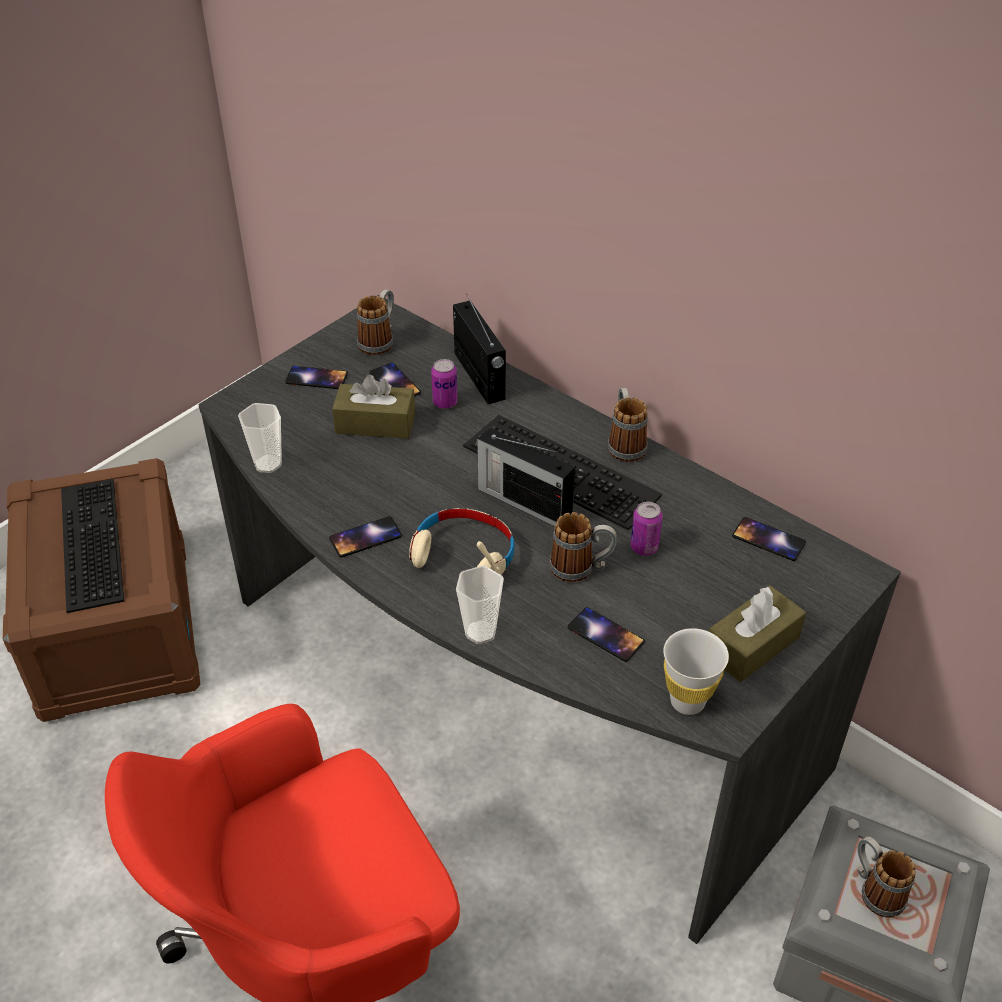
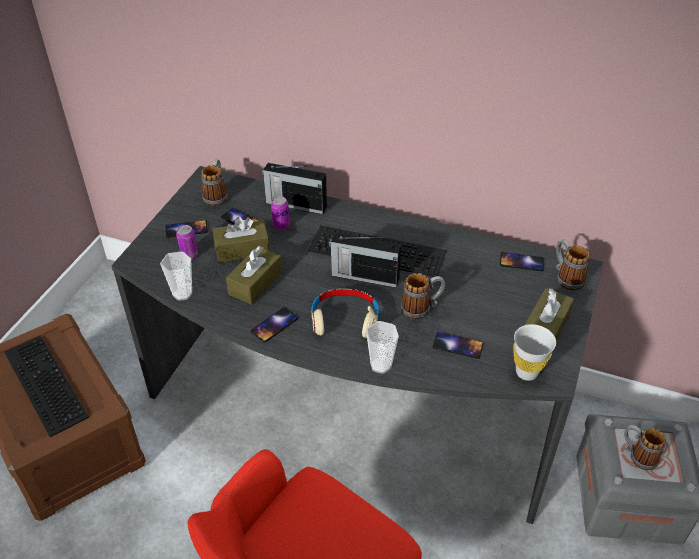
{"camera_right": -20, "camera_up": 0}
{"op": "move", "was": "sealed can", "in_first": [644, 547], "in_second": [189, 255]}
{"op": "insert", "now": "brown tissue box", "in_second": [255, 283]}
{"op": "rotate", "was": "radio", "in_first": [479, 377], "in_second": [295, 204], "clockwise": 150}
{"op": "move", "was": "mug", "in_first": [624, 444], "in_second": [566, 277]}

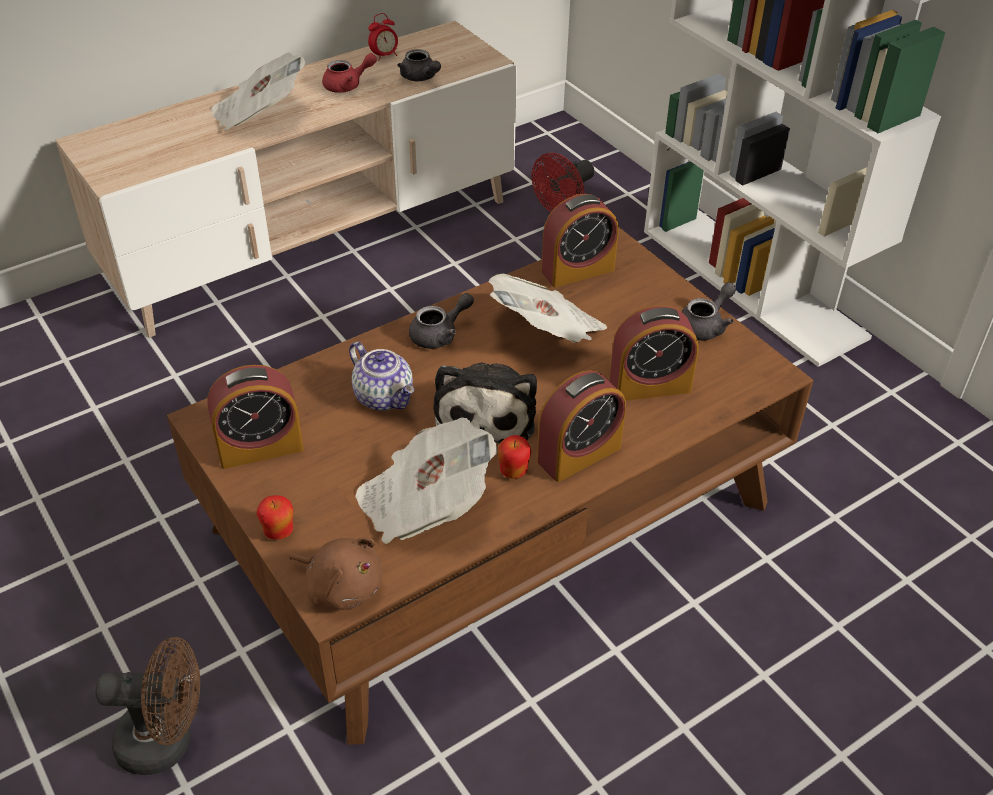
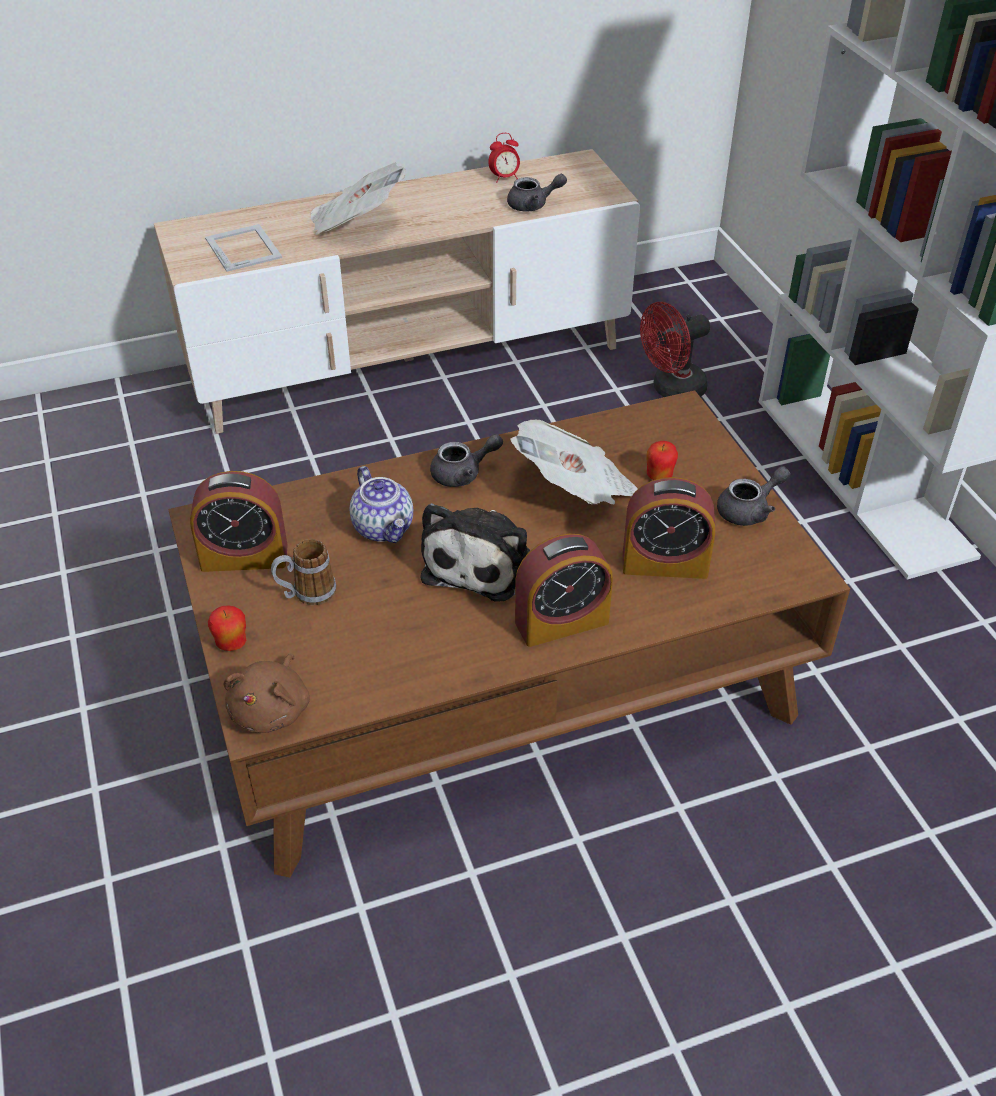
{"camera_right": 15, "camera_up": 0}
{"op": "insert", "now": "photo frame", "in_second": [243, 247]}
{"op": "rotate", "was": "brown plush toy", "in_first": [341, 586], "in_second": [272, 709], "clockwise": 60}
{"op": "insert", "now": "mug", "in_second": [306, 594]}
{"op": "rotate", "was": "grey tea pot", "in_first": [420, 78], "in_second": [533, 205], "clockwise": -75}
{"op": "move", "was": "apple fruit", "in_first": [513, 472], "in_second": [659, 477]}
{"op": "delete", "was": "brown fan", "in_first": [167, 741]}
{"op": "delete", "was": "reddish tea pot", "in_first": [348, 85]}
{"op": "delete", "was": "daily paper", "in_first": [424, 504]}
{"op": "delete", "was": "bedside clock", "in_first": [578, 270]}

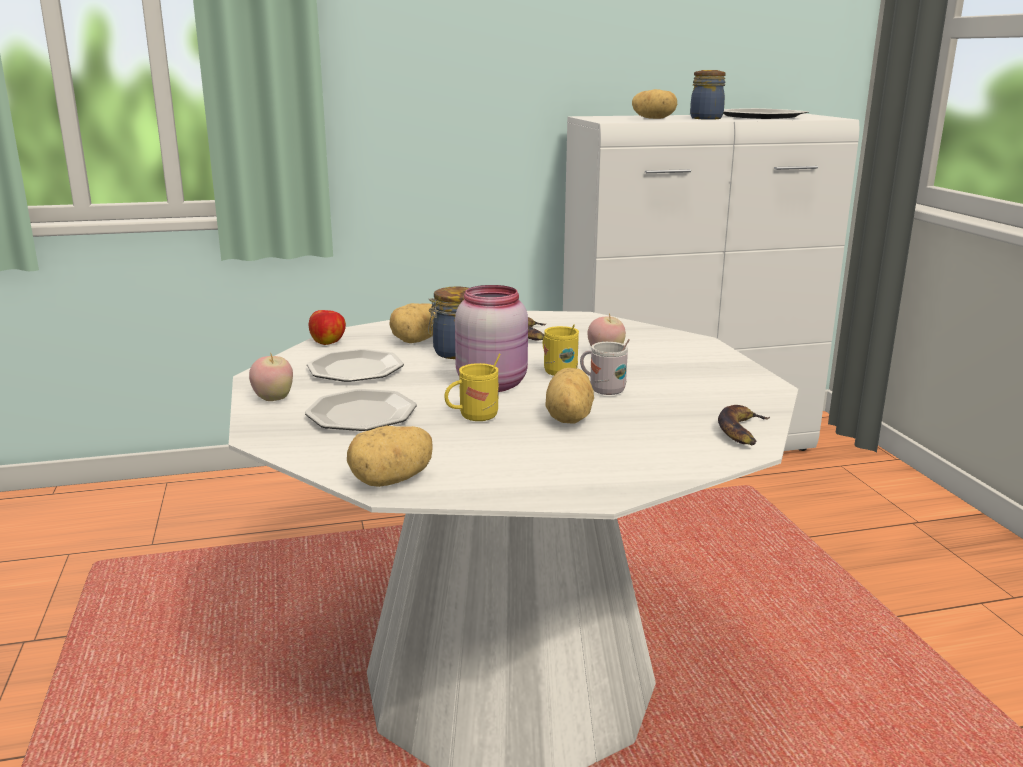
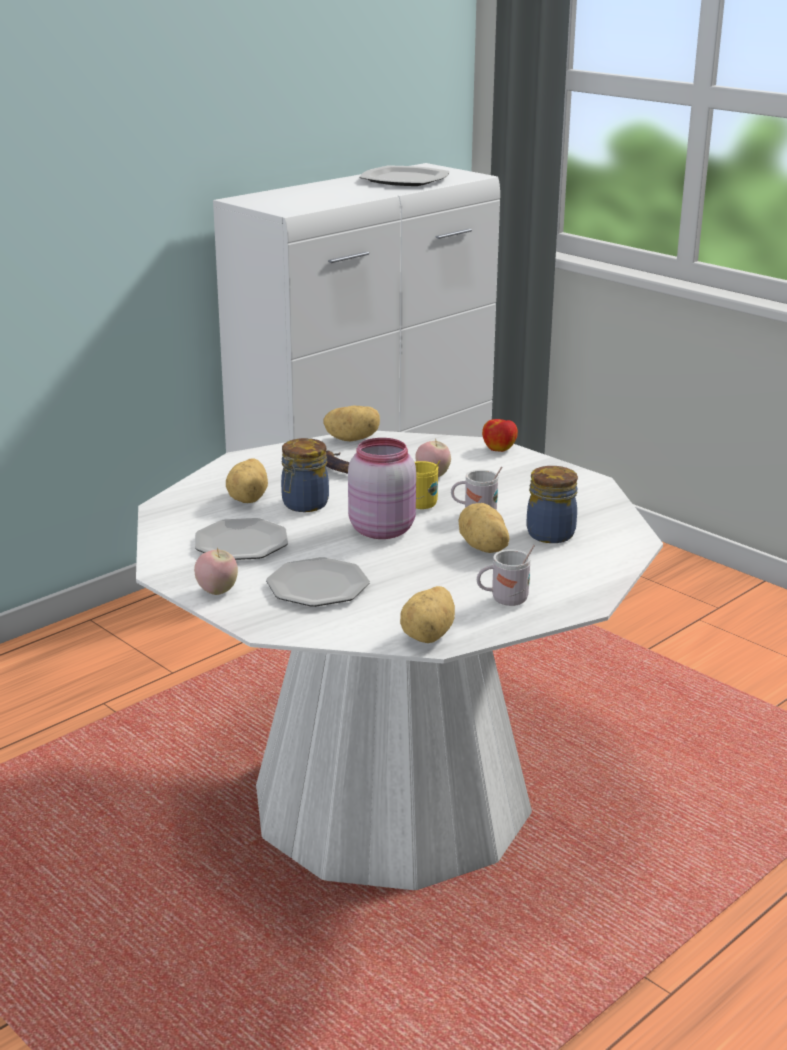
{"camera_right": -30, "camera_up": 5}
{"op": "move", "was": "spud", "in_first": [654, 118], "in_second": [352, 439]}
{"op": "insert", "now": "white-coloured mug", "in_second": [504, 600]}
{"op": "move", "was": "apple fruit", "in_first": [328, 343], "in_second": [499, 449]}
{"op": "move", "was": "jar", "in_first": [706, 118], "in_second": [549, 533]}
{"op": "delete", "was": "yellow mug", "in_first": [473, 418]}
{"op": "delete", "was": "whole banana", "in_first": [742, 431]}

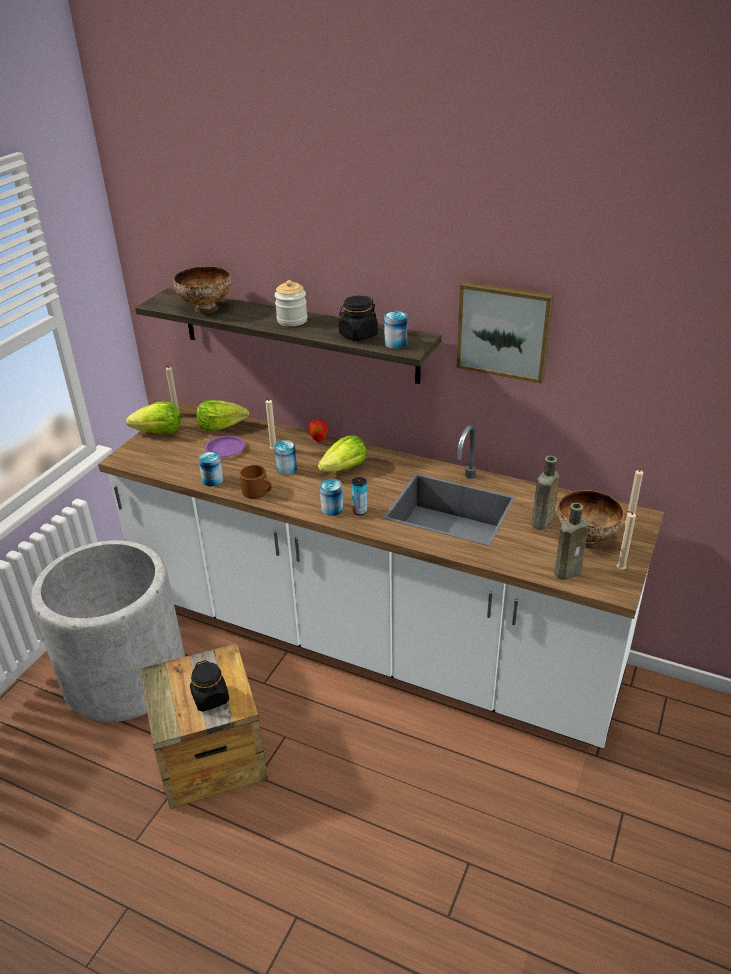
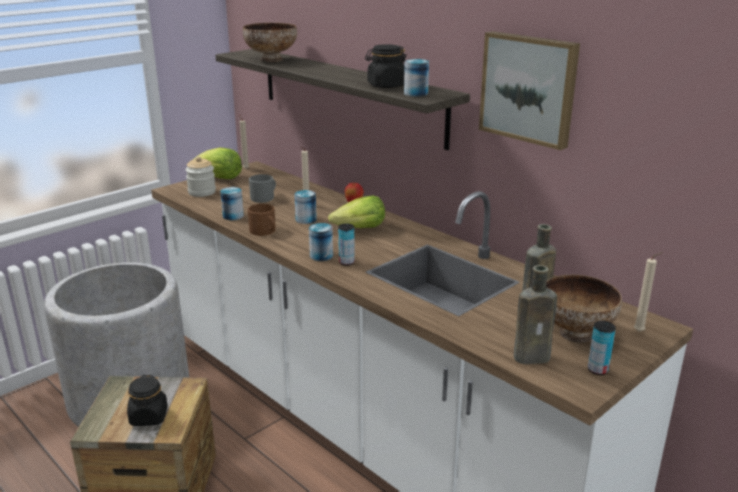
{"camera_right": 20, "camera_up": -10}
{"op": "move", "was": "jar", "in_first": [292, 320], "in_second": [202, 192]}
{"op": "replace", "was": "purple-coloured plate", "now": "grey mug", "in_first": [225, 449], "in_second": [264, 197]}
{"op": "replace", "was": "beige-coloured candle", "now": "sealed can", "in_first": [619, 570], "in_second": [597, 370]}
{"op": "delete", "was": "lettuce head", "in_first": [222, 426]}

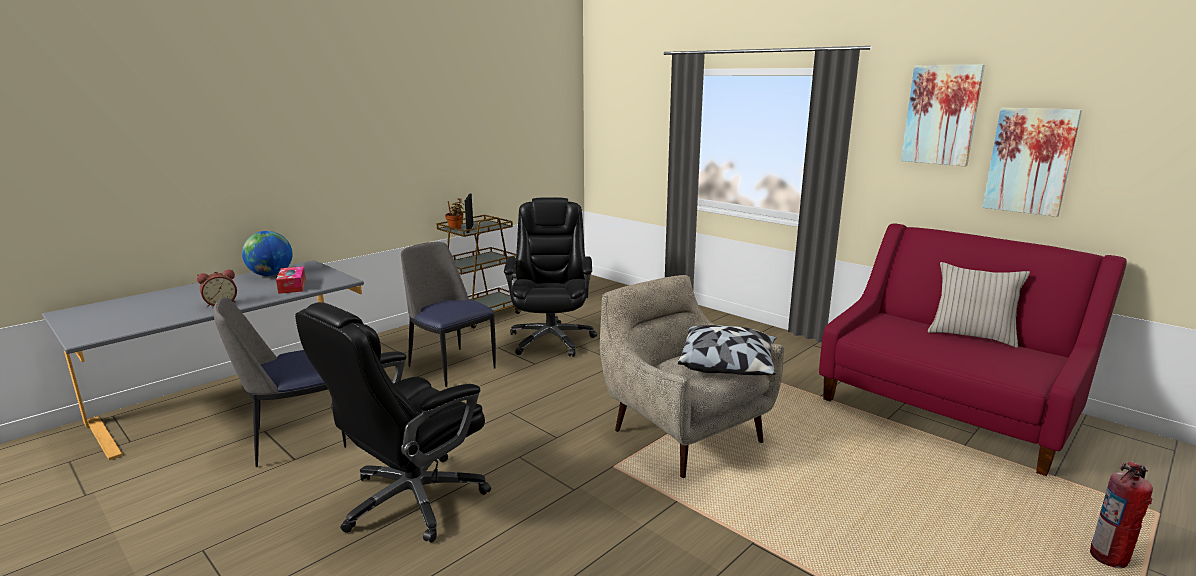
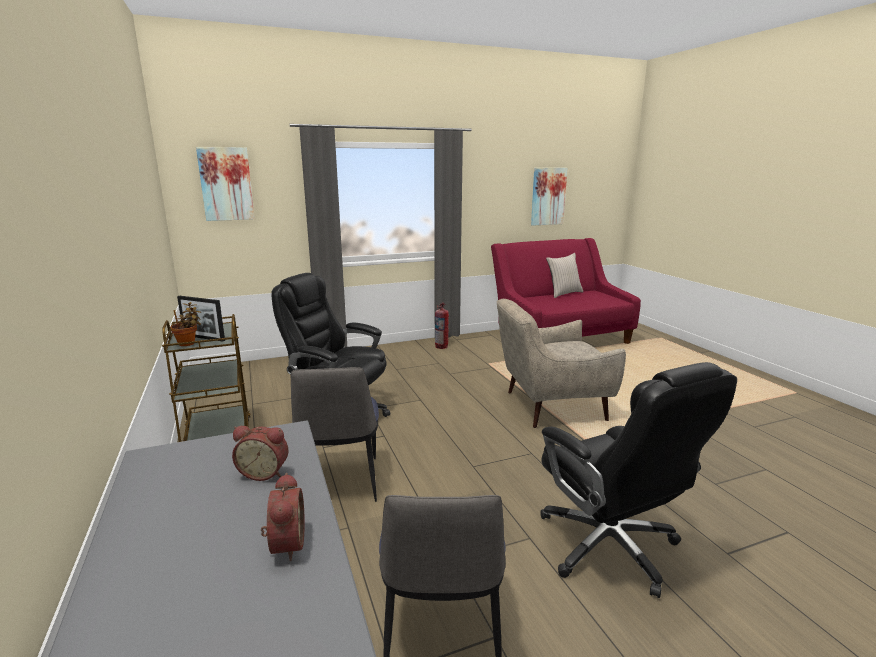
{"camera_right": -65, "camera_up": 0}
{"op": "move", "was": "wall art", "in_first": [941, 115], "in_second": [226, 184]}
{"op": "replace", "was": "tissue box", "now": "bedside clock", "in_first": [292, 286], "in_second": [264, 472]}
{"op": "rotate", "was": "chair", "in_first": [451, 366], "in_second": [340, 483], "clockwise": -75}
{"op": "move", "was": "extinguisher", "in_first": [1109, 558], "in_second": [441, 346]}
{"op": "delete", "was": "desk globe", "in_first": [271, 275]}
{"op": "delete", "was": "cushion", "in_first": [728, 366]}

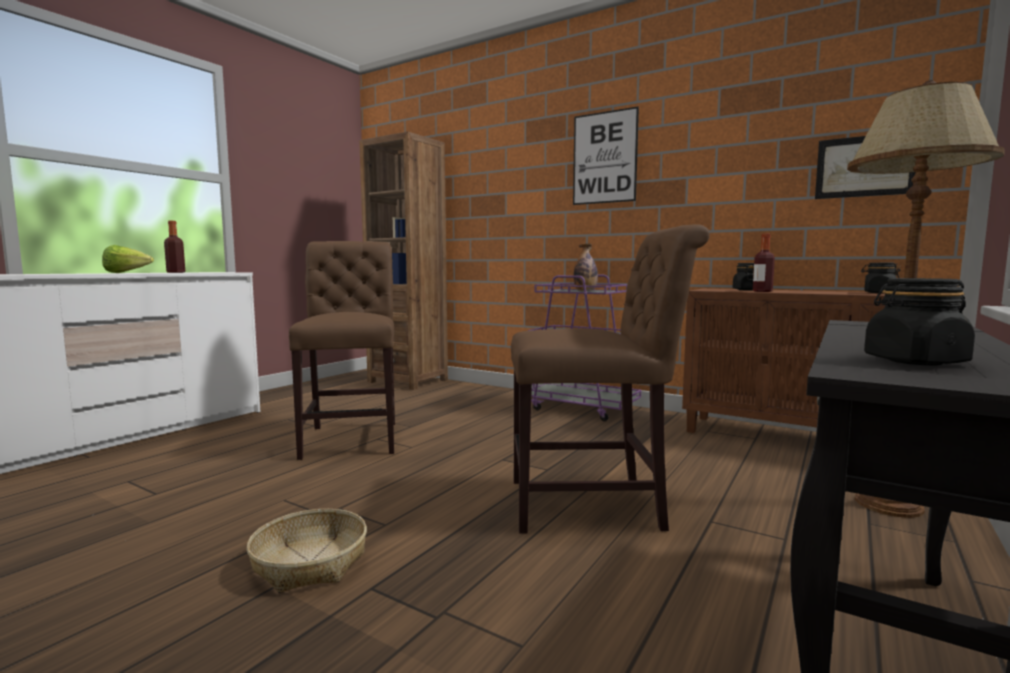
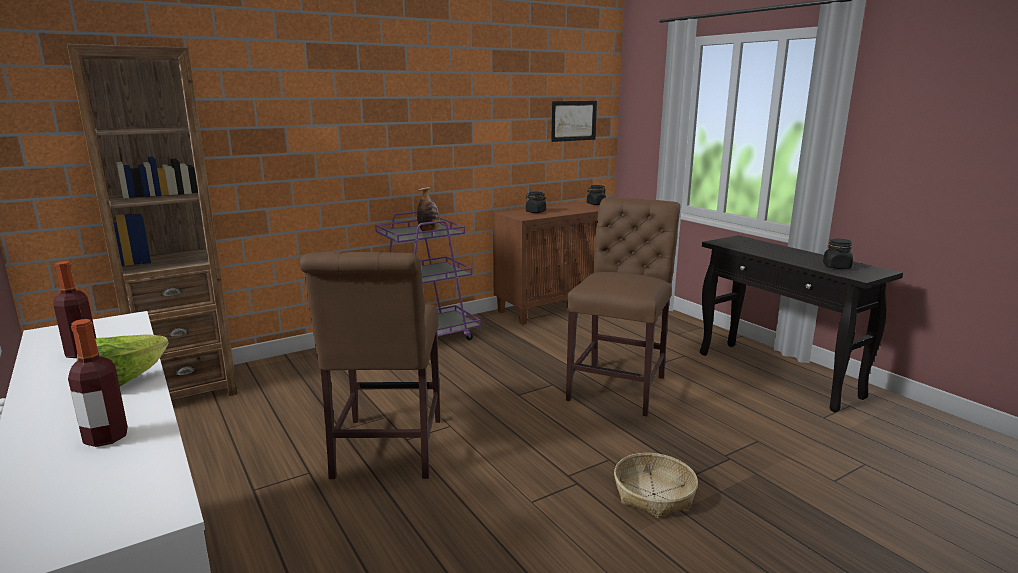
{"camera_right": -65, "camera_up": 10}
{"op": "move", "was": "drink bottle", "in_first": [762, 291], "in_second": [106, 438]}
{"op": "rotate", "was": "brown chair", "in_first": [353, 437], "in_second": [386, 452], "clockwise": -105}
{"op": "delete", "was": "wall art", "in_first": [604, 158]}
{"op": "delete", "was": "brown floor lamp", "in_first": [888, 504]}

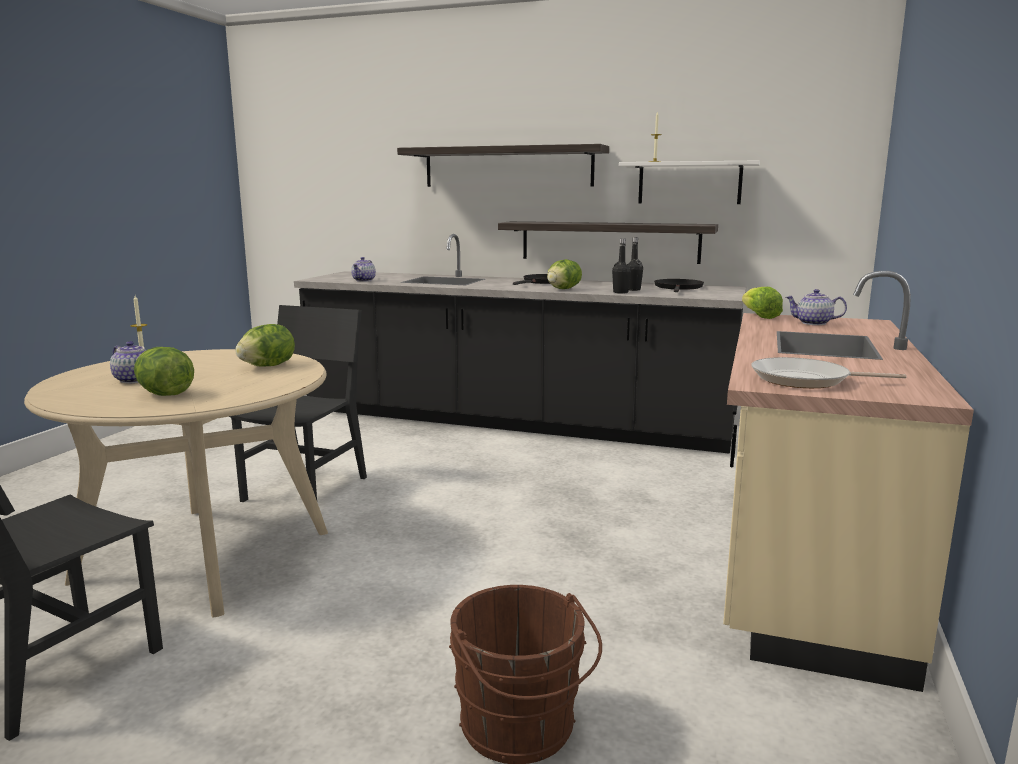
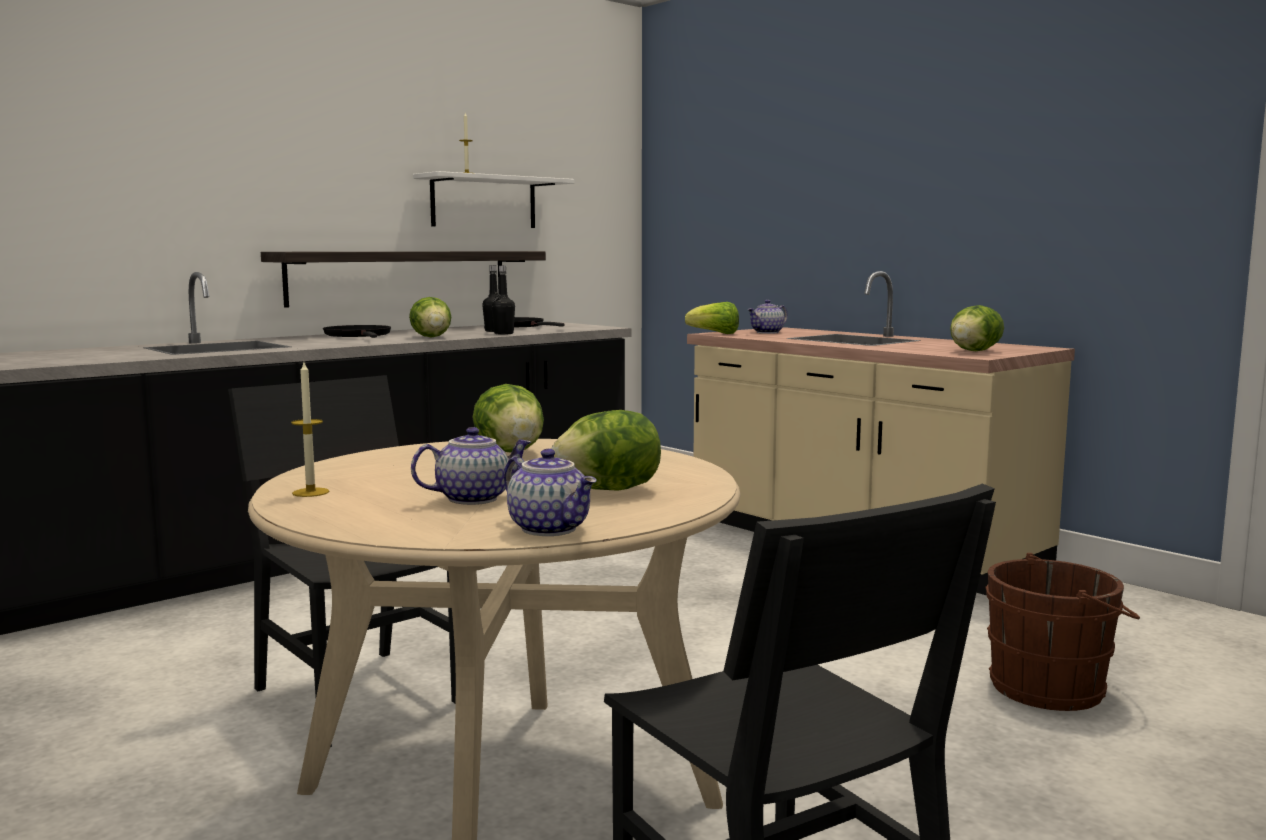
{"camera_right": -60, "camera_up": -5}
{"op": "move", "was": "tea pot", "in_first": [364, 280], "in_second": [551, 528]}
{"op": "replace", "was": "frying pan", "now": "lettuce head", "in_first": [806, 380], "in_second": [974, 351]}
{"op": "delete", "was": "shelf", "in_first": [507, 167]}

